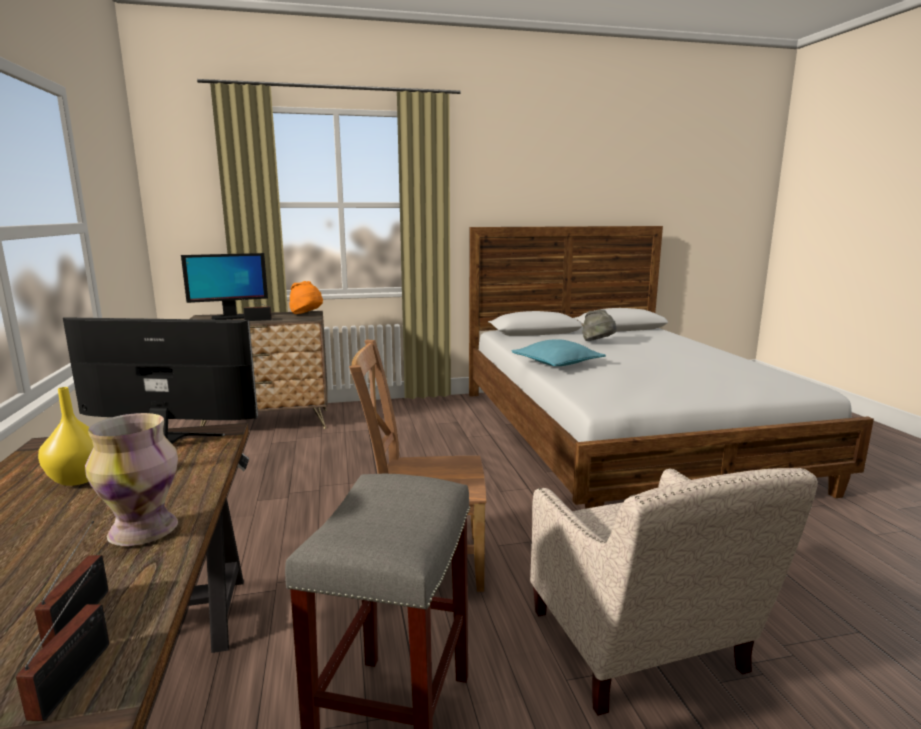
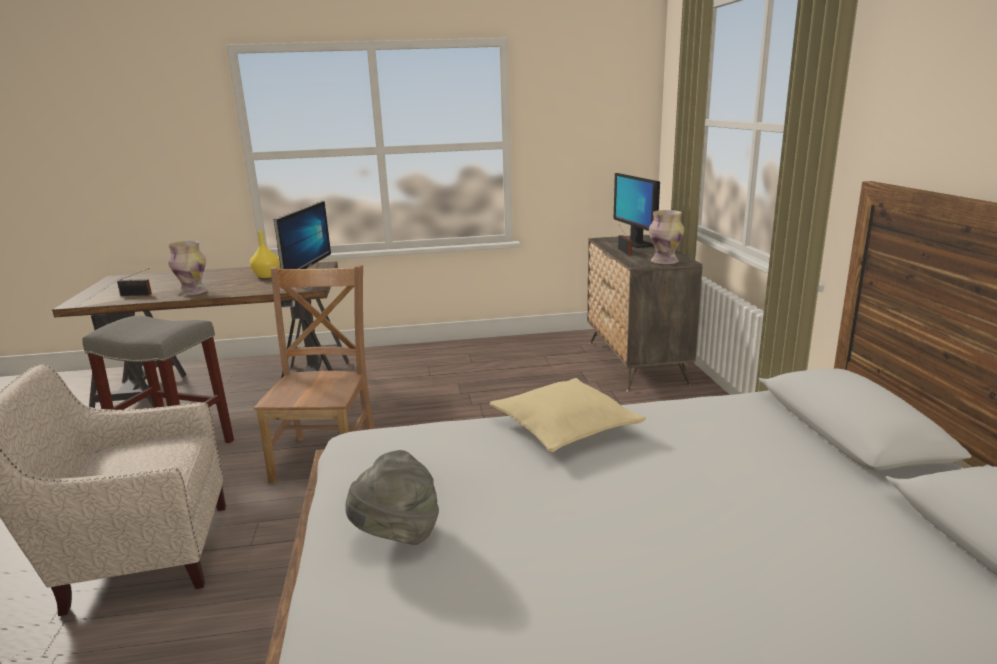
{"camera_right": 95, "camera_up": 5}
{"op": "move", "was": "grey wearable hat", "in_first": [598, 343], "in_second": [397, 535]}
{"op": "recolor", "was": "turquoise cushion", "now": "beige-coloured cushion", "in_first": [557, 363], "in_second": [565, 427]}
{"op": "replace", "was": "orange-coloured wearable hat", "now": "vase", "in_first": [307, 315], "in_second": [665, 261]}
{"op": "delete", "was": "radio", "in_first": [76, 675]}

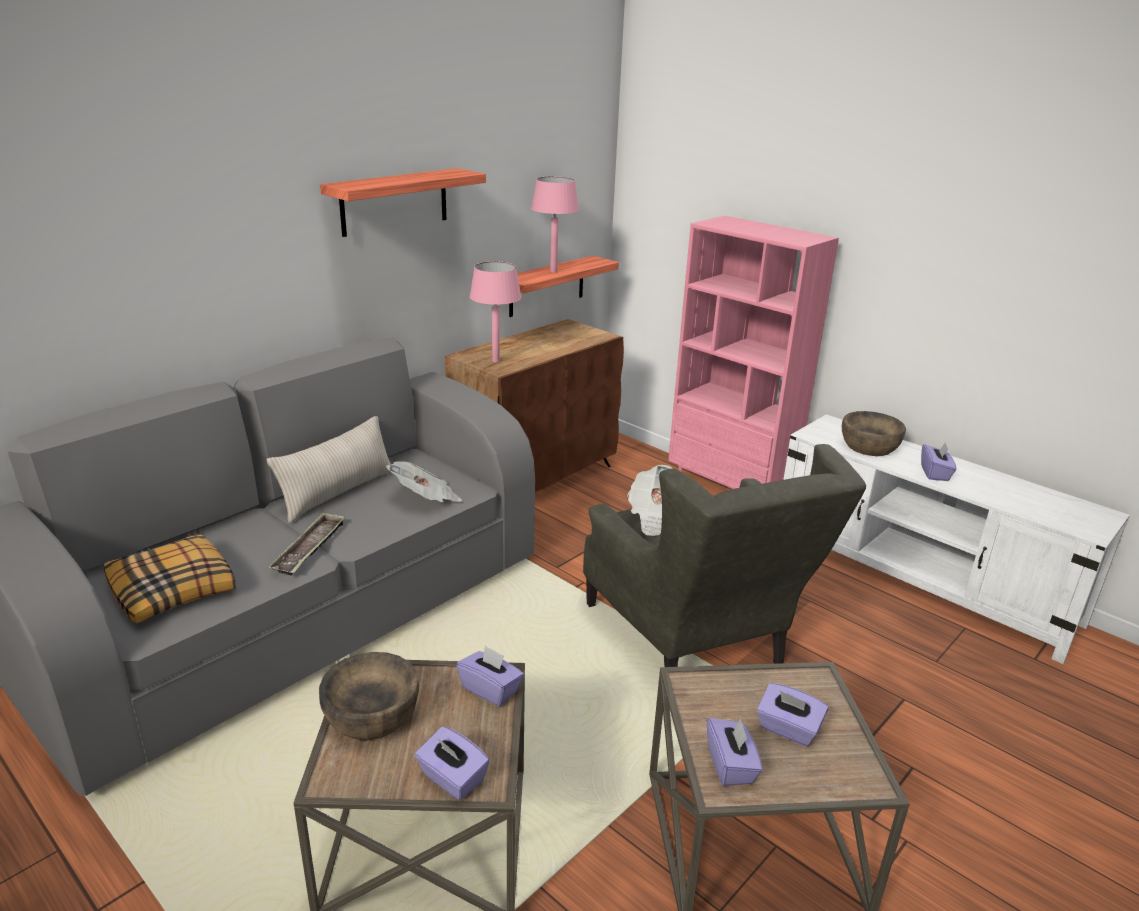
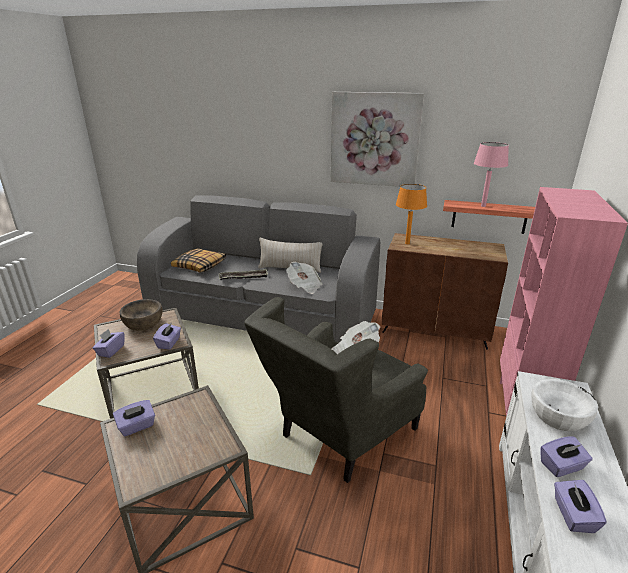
{"camera_right": 65, "camera_up": 0}
{"op": "replace", "was": "shelf", "now": "wall art", "in_first": [394, 202], "in_second": [374, 140]}
{"op": "recolor", "was": "pinkish tabletop lamp", "now": "orange-coloured tabletop lamp", "in_first": [495, 361], "in_second": [407, 243]}
{"op": "recolor", "was": "brown deep dish", "now": "white-coloured deep dish", "in_first": [869, 446], "in_second": [558, 416]}
{"op": "move", "was": "purple-coloured tissue box", "in_first": [788, 729], "in_second": [573, 515]}

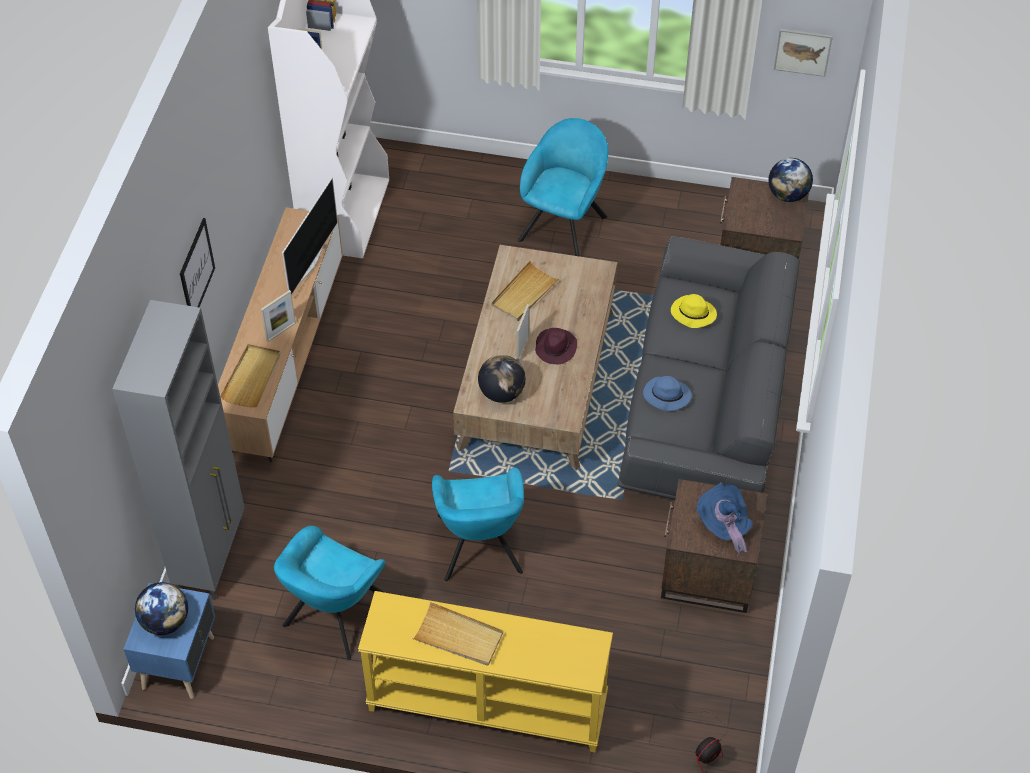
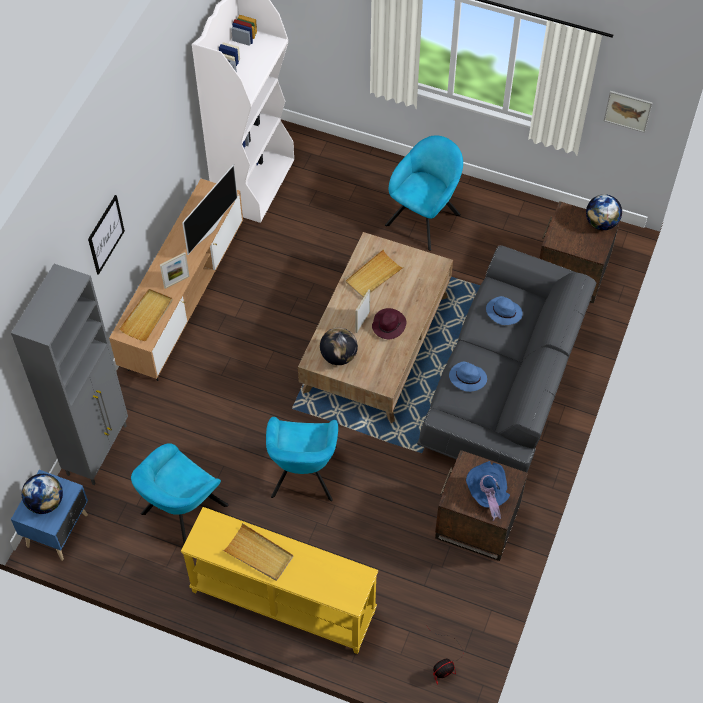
{"camera_right": 10, "camera_up": 5}
{"op": "recolor", "was": "yellow wearable hat", "now": "bluish wearable hat", "in_first": [692, 314], "in_second": [503, 312]}

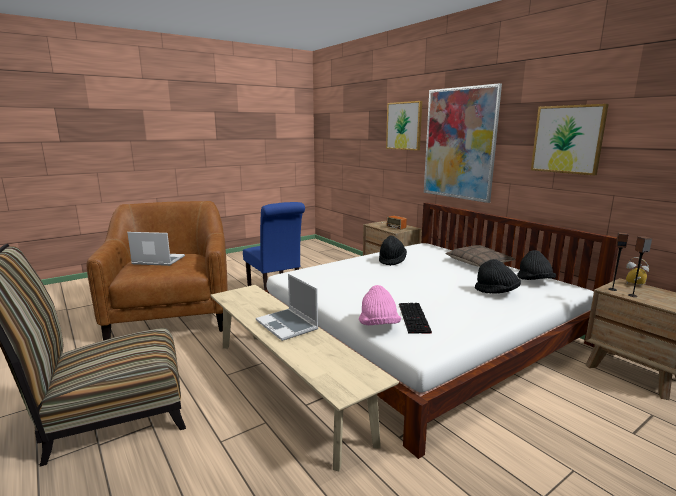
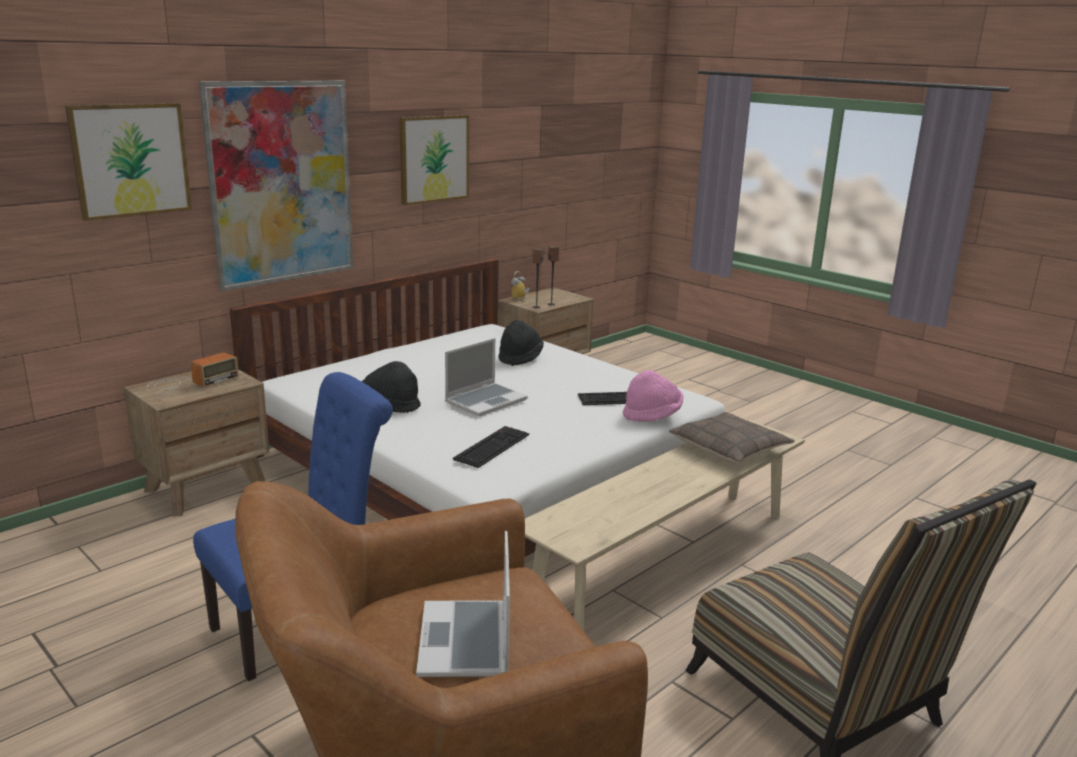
{"camera_right": -100, "camera_up": 5}
{"op": "move", "was": "laptop", "in_first": [288, 325], "in_second": [486, 400]}
{"op": "insert", "now": "keyboard", "in_second": [491, 446]}
{"op": "move", "was": "cushion", "in_first": [478, 263], "in_second": [729, 448]}
{"op": "delete", "was": "black-coloured wearable hat", "in_first": [534, 281]}

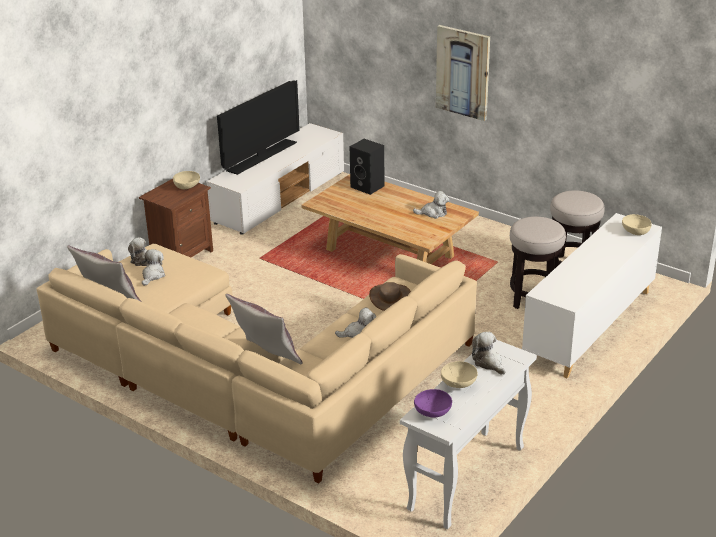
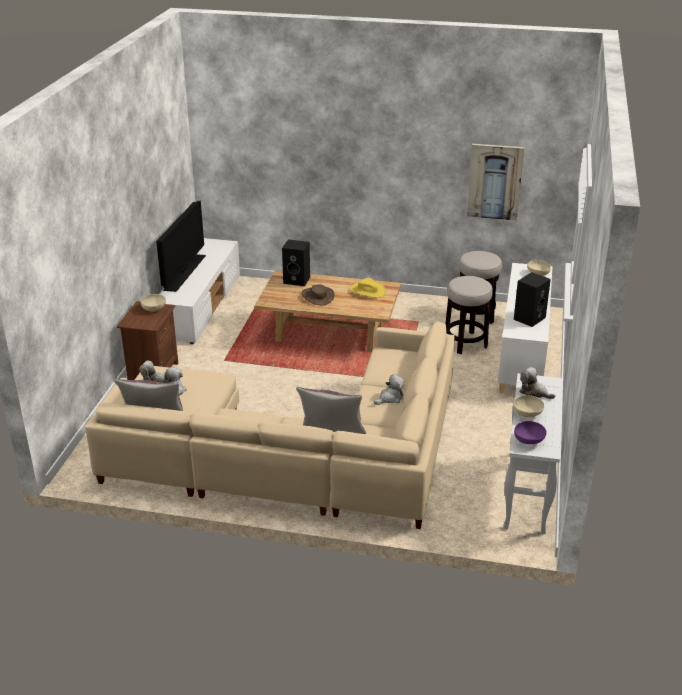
{"camera_right": -25, "camera_up": 0}
{"op": "move", "was": "brown wearable hat", "in_first": [390, 298], "in_second": [318, 296]}
{"op": "replace", "was": "plush toy", "now": "yellow wearable hat", "in_first": [433, 213], "in_second": [367, 291]}
{"op": "move", "was": "wall art", "in_first": [463, 72], "in_second": [495, 181]}
{"op": "insert", "now": "black-coloured speaker", "in_second": [529, 318]}

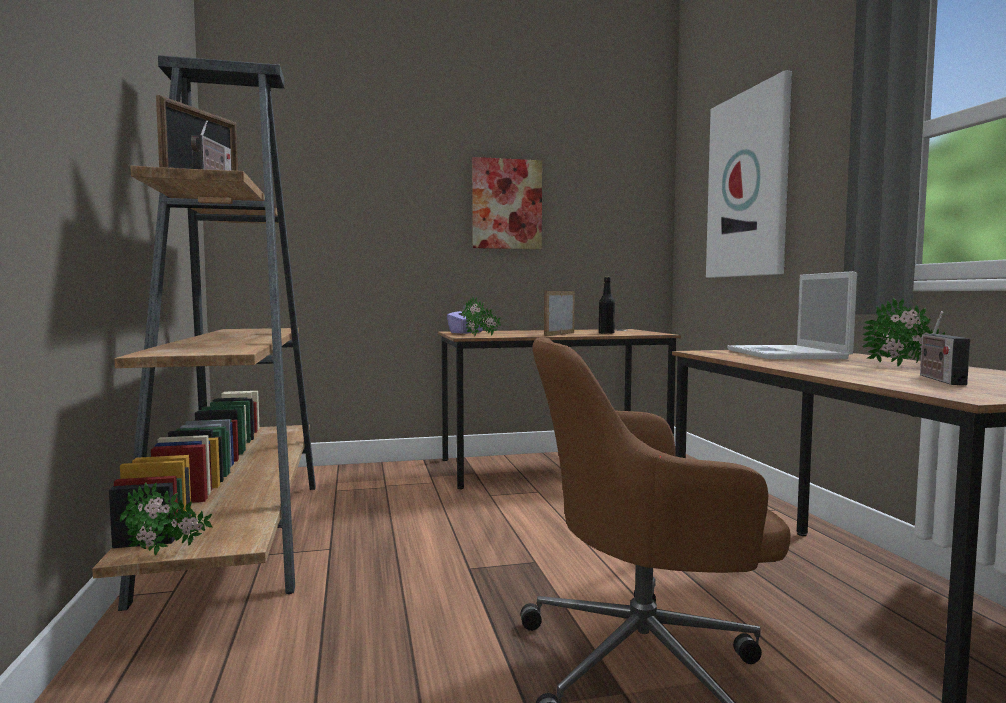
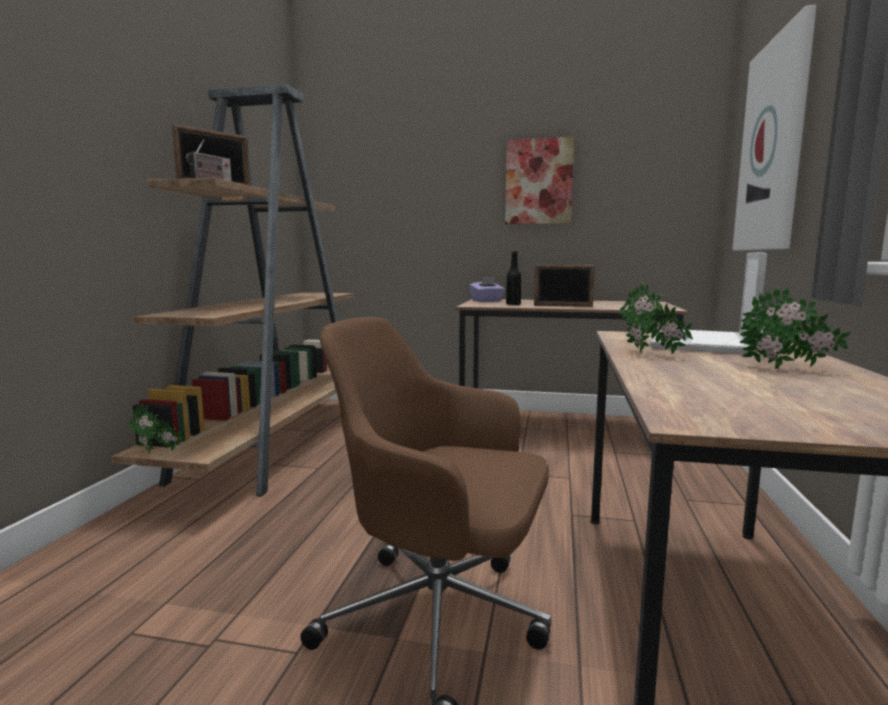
{"camera_right": 25, "camera_up": 5}
{"op": "move", "was": "black-coloured drink bottle", "in_first": [606, 333], "in_second": [513, 304]}
{"op": "rotate", "was": "photo frame", "in_first": [559, 334], "in_second": [563, 306], "clockwise": -135}
{"op": "move", "was": "potted plant", "in_first": [480, 336], "in_second": [651, 354]}
{"op": "delete", "was": "radio", "in_first": [939, 379]}

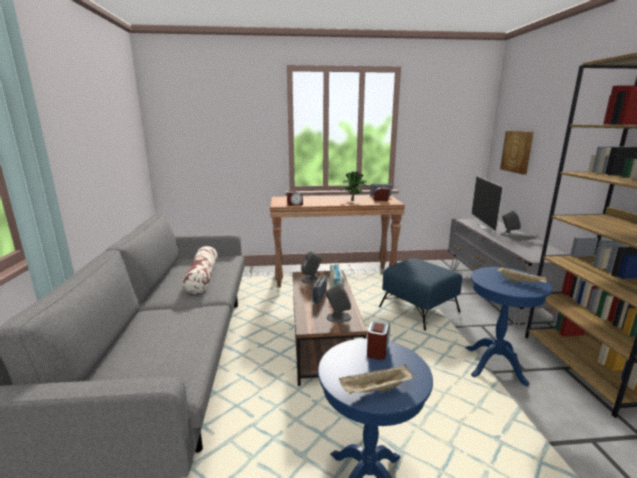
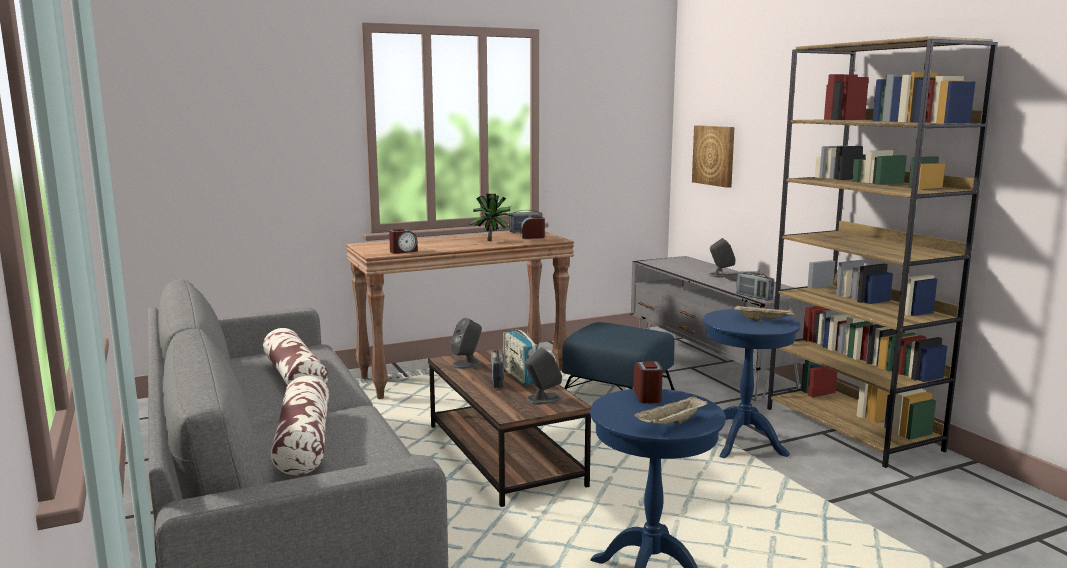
{"camera_right": -20, "camera_up": -5}
{"op": "insert", "now": "cushion", "in_second": [304, 441]}
{"op": "insert", "now": "radio", "in_second": [754, 297]}
{"op": "delete", "was": "TV set", "in_first": [485, 228]}

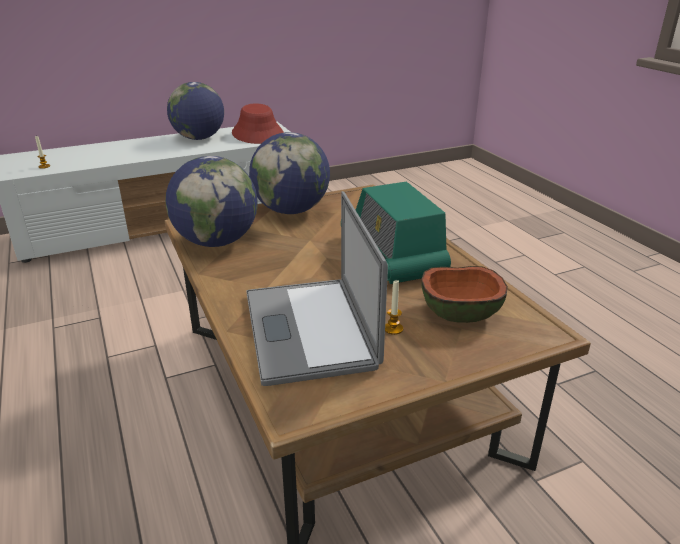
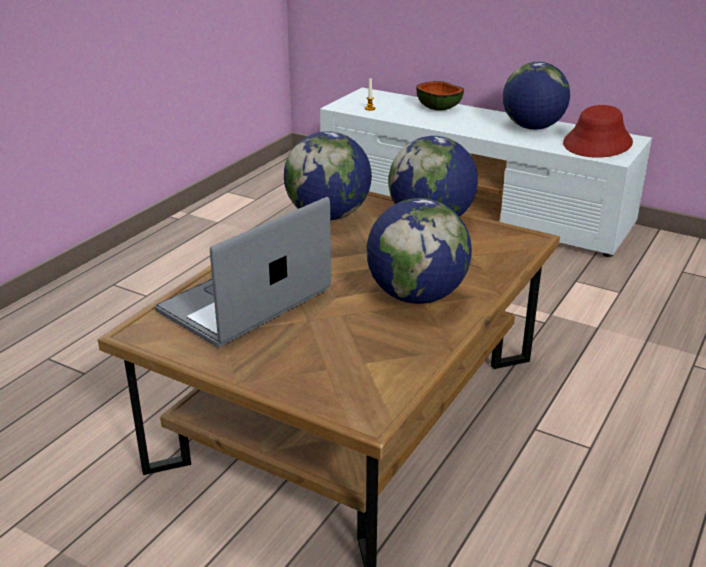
{"camera_right": 55, "camera_up": 0}
{"op": "replace", "was": "radio", "now": "desk globe", "in_first": [392, 255], "in_second": [416, 296]}
{"op": "move", "was": "deep dish", "in_first": [460, 312], "in_second": [439, 108]}
{"op": "delete", "was": "candle", "in_first": [393, 329]}

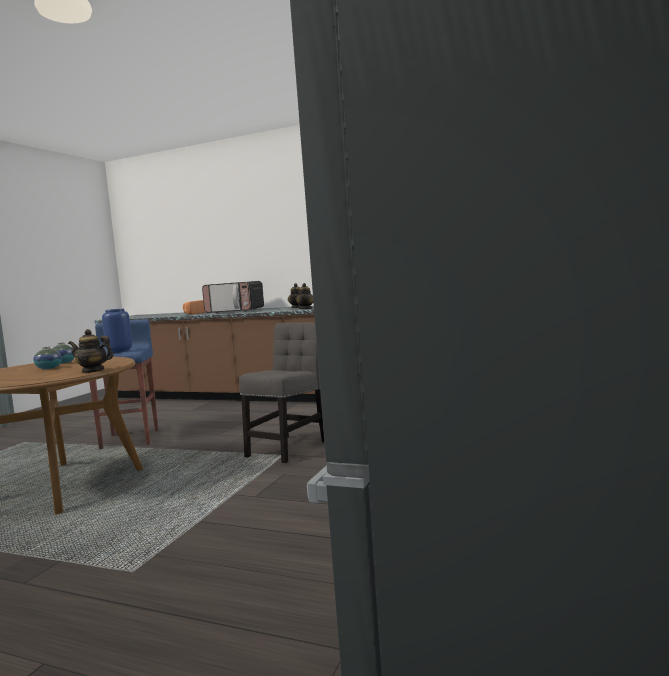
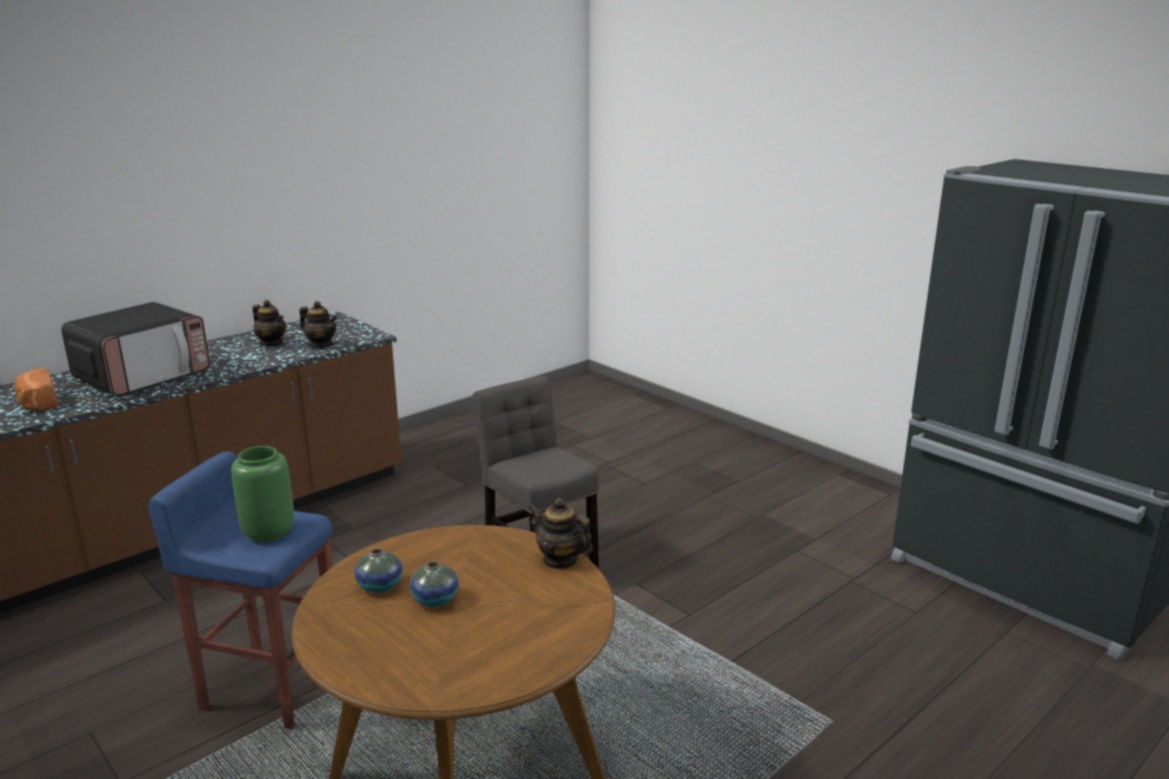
{"camera_right": -65, "camera_up": 15}
{"op": "recolor", "was": "bluish vase", "now": "green vase", "in_first": [119, 351], "in_second": [267, 533]}
{"op": "rotate", "was": "tea pot", "in_first": [93, 371], "in_second": [560, 560], "clockwise": 90}

